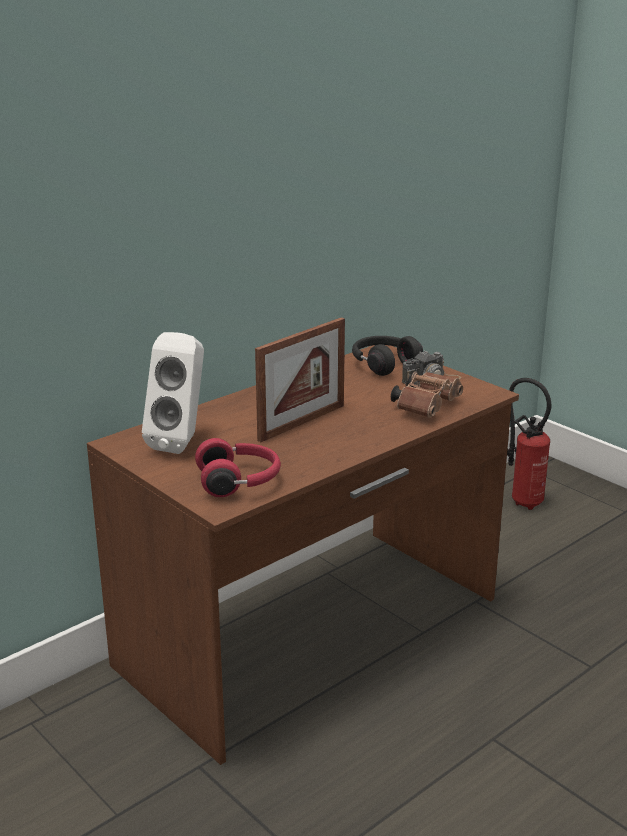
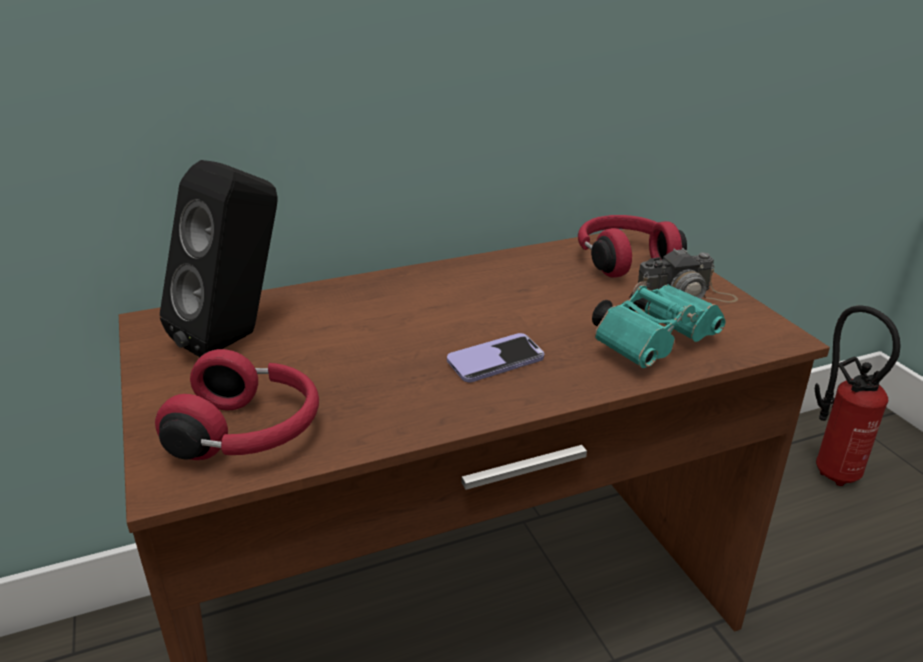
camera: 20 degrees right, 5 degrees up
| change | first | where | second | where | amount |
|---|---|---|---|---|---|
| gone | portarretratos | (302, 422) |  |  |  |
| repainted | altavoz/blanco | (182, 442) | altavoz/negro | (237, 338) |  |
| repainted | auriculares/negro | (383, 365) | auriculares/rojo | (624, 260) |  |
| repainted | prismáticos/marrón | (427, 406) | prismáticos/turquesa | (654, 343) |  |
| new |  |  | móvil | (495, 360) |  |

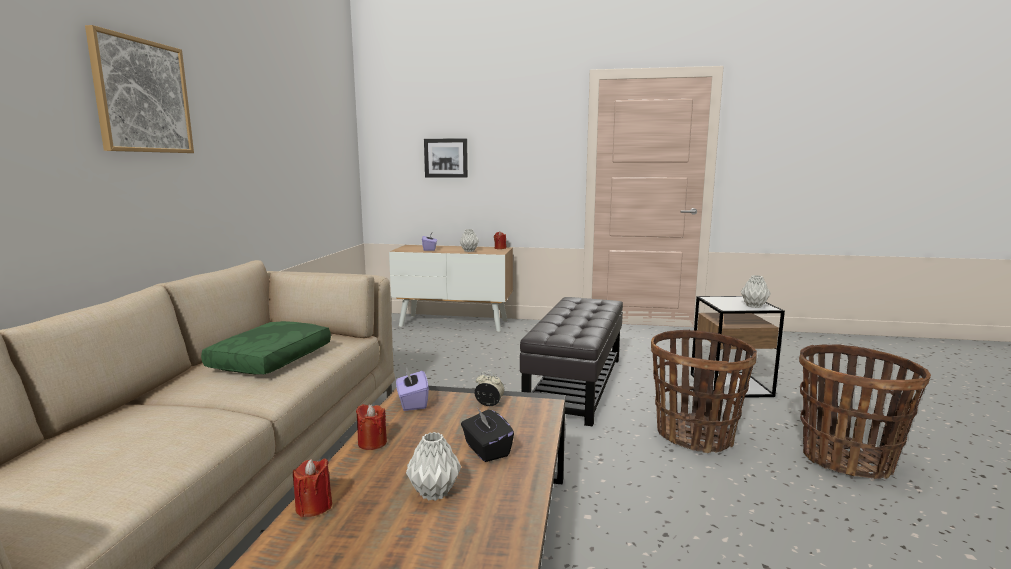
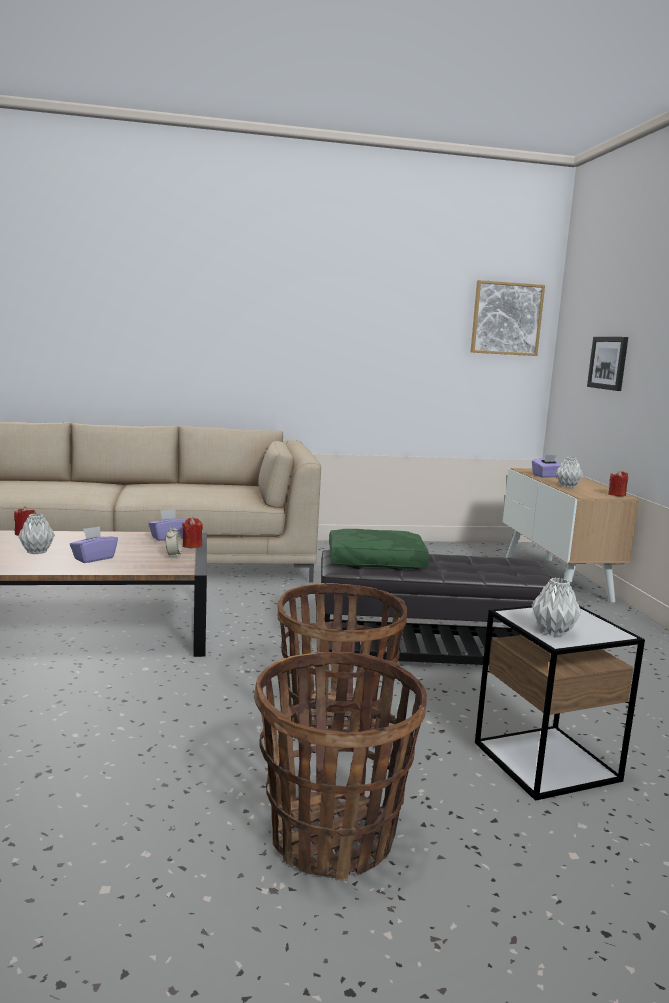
camera: 70 degrees right, 0 degrees up
| change | first | where | second | where | amount |
|---|---|---|---|---|---|
| shifted | cuadro | (142, 96) |  | (506, 318) |  |
| shifted | cojín/verde | (272, 360) |  | (375, 561) |  |
| shifted | vela/rojo | (372, 443) |  | (192, 545) |  |
| repainted | caja de pañuelos/negro | (486, 450) | caja de pañuelos/morado | (94, 558) |  |

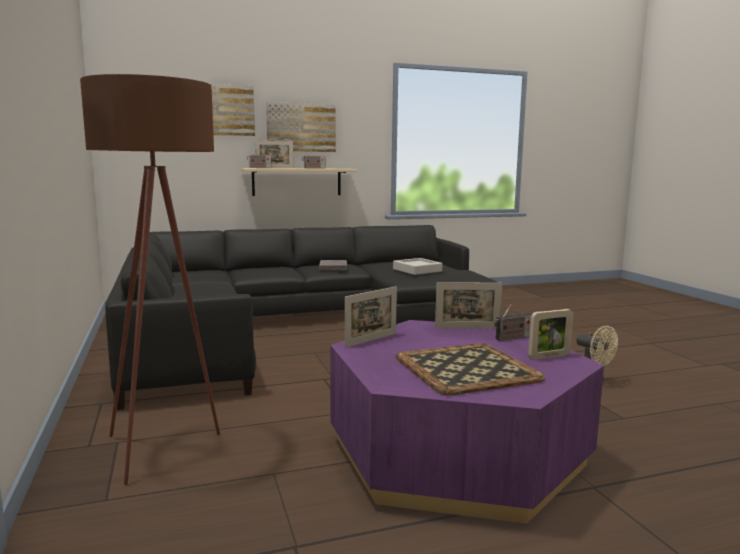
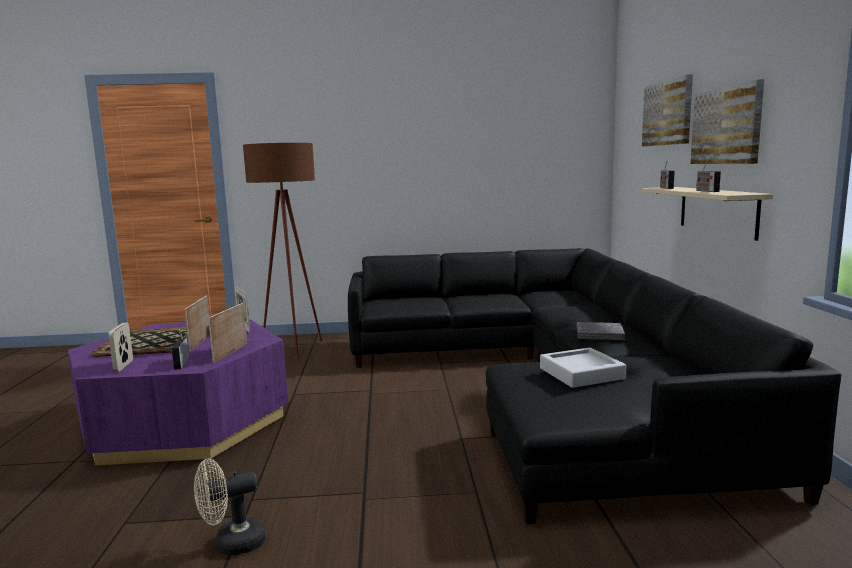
camera: 105 degrees right, 0 degrees up
| change | first | where | second | where | amount |
|---|---|---|---|---|---|
| shifted | portarretratos | (274, 168) |  | (200, 342) |  |

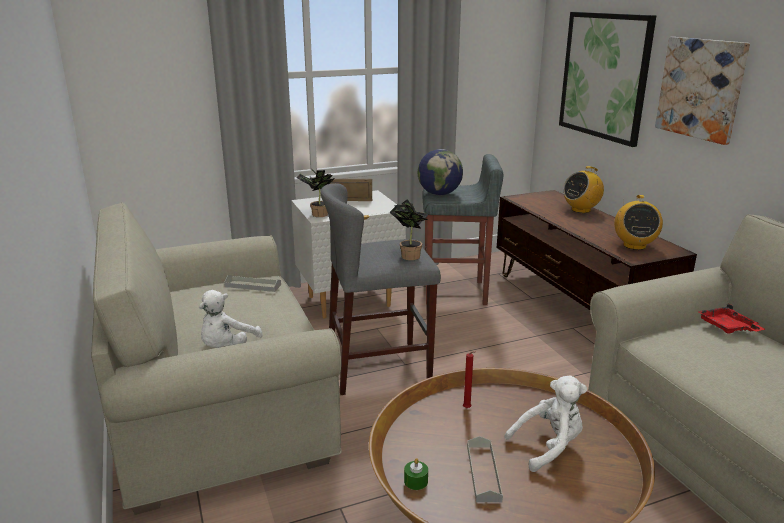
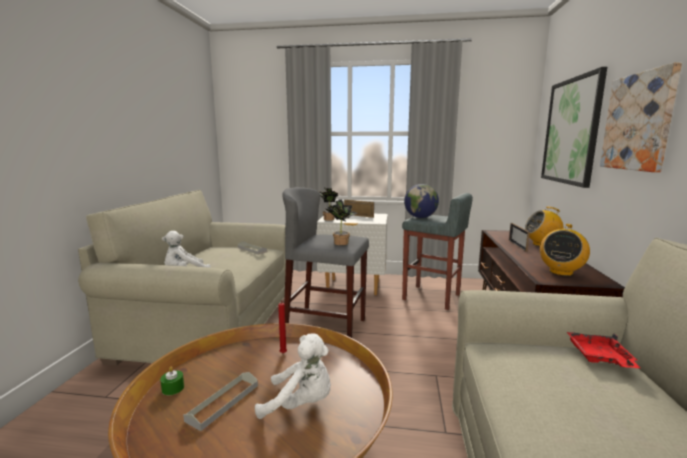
camera: 30 degrees right, 10 degrees down
| change | first | where | second | where | amount |
|---|---|---|---|---|---|
| new |  |  | portarretratos | (517, 245) |  |

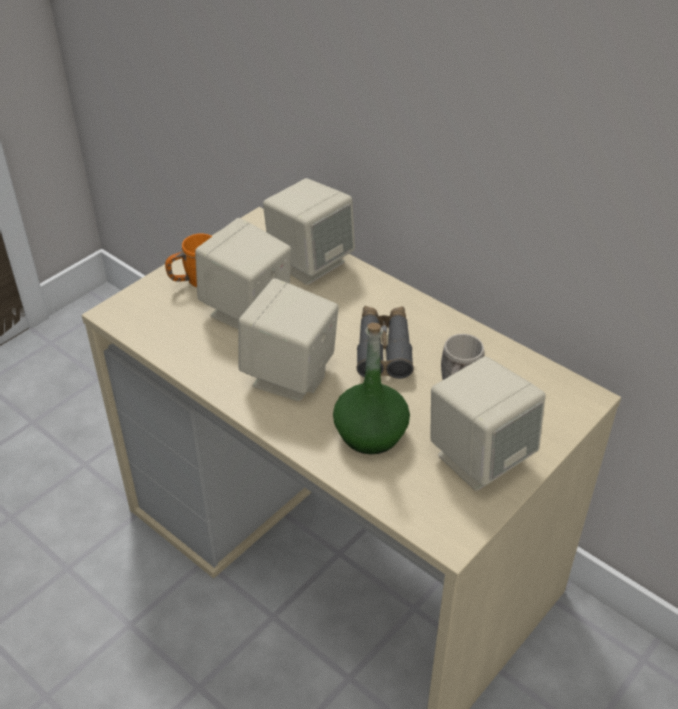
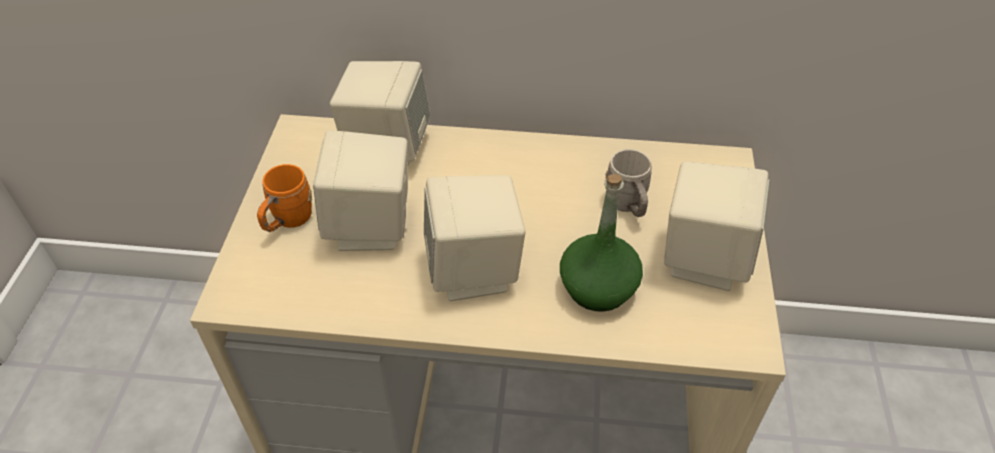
camera: 35 degrees left, 5 degrees up
| change | first | where | second | where | amount |
|---|---|---|---|---|---|
| gone | prismáticos/gris | (384, 348) |  |  |  |

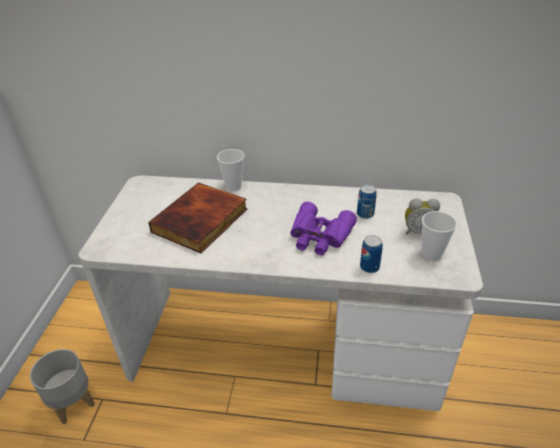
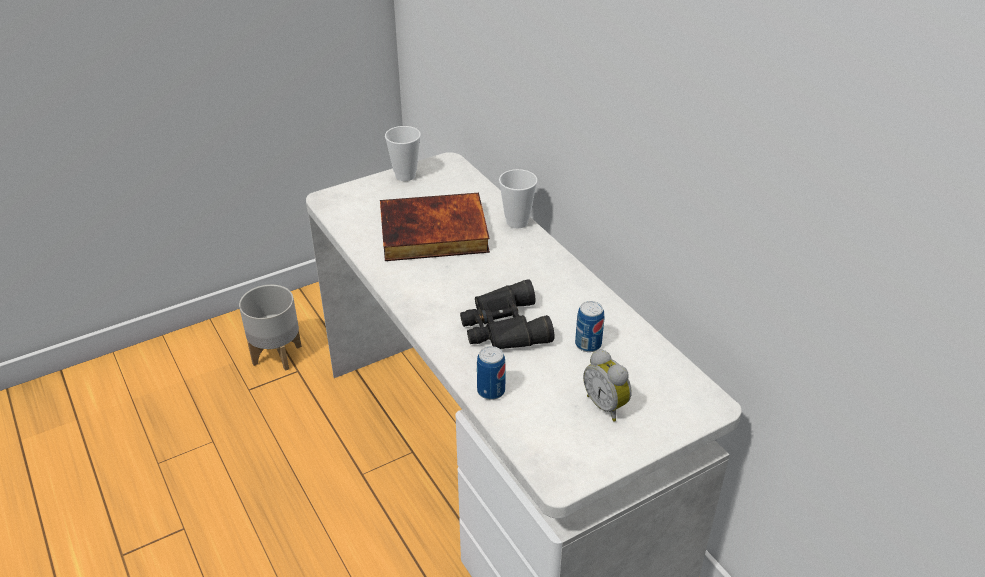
camera: 50 degrees right, 0 degrees up
| change | first | where | second | where | amount |
|---|---|---|---|---|---|
| repainted | prismáticos/morado | (319, 236) | prismáticos/negro | (503, 327) |  |
| shifted | taza | (431, 254) |  | (405, 175) |  |

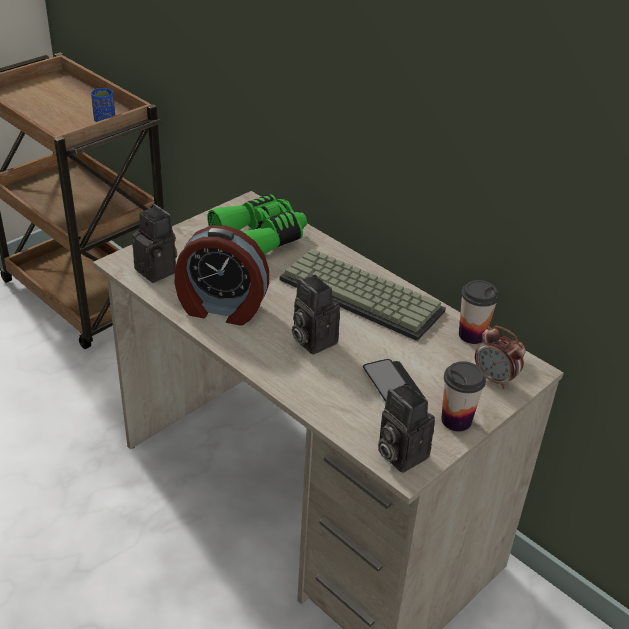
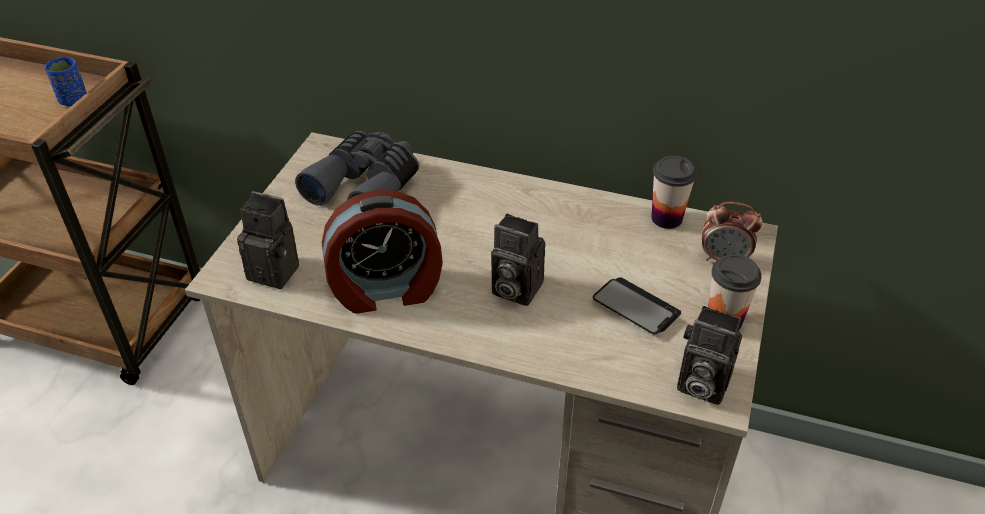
camera: 25 degrees left, 5 degrees up
| change | first | where | second | where | amount |
|---|---|---|---|---|---|
| repainted | prismáticos/verde | (261, 238) | prismáticos/gris | (366, 186) |  |
| gone | teclado | (363, 294) |  |  |  |

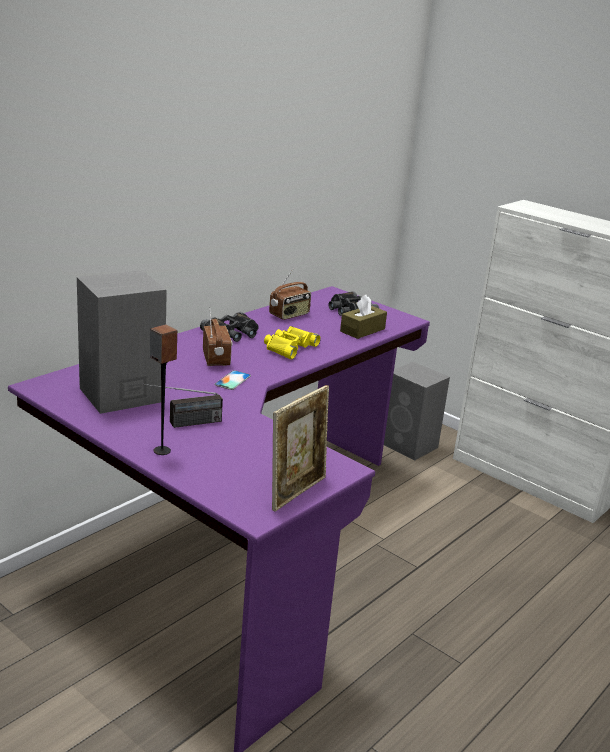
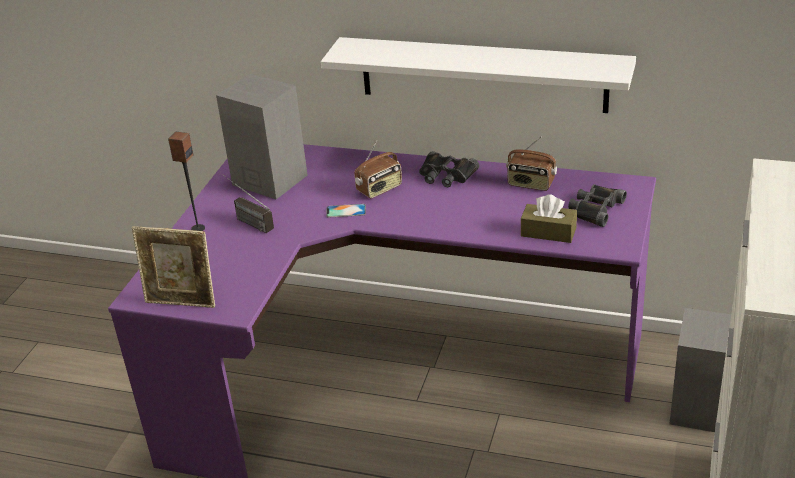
camera: 70 degrees right, 10 degrees up
| change | first | where | second | where | amount |
|---|---|---|---|---|---|
| gone | prismáticos/amarillo | (289, 347) |  |  |  |
| new |  |  | estante/blanco | (482, 74) |  |

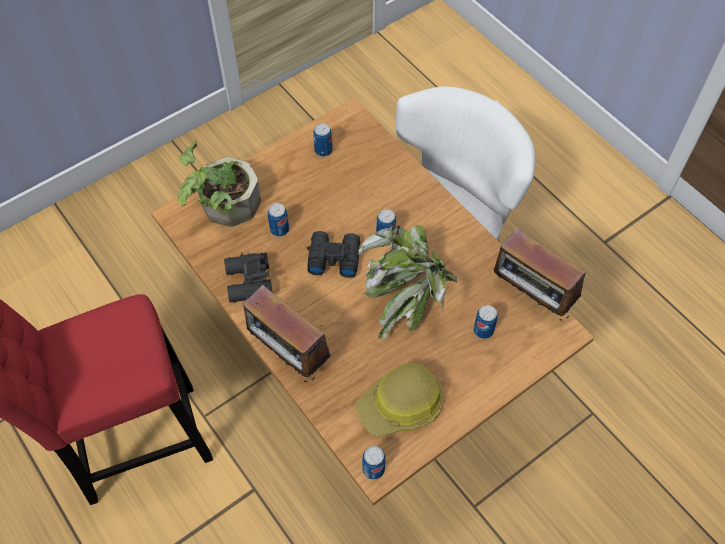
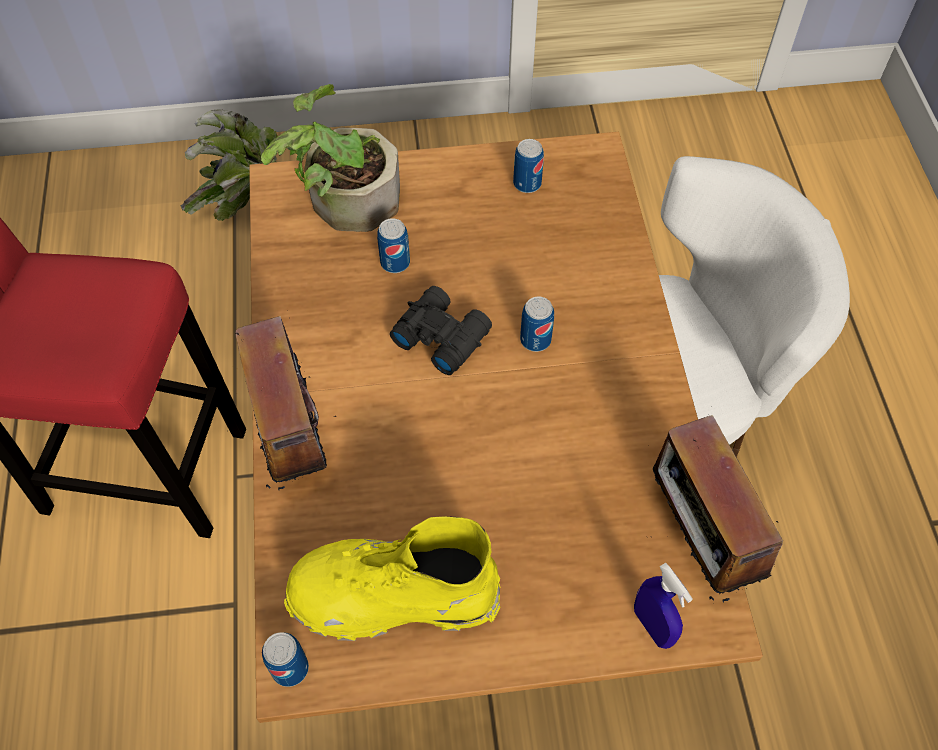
camera: 30 degrees right, 0 degrees up
| change | first | where | second | where | amount |
|---|---|---|---|---|---|
| shifted | planta en maceta | (407, 299) |  | (245, 199) |  |
| gone | prismáticos/negro | (248, 283) |  |  |  |
| gone | lata | (483, 330) |  |  |  |
| swapped | casco | (401, 405) | bota/amarillo | (393, 597) |  |
| new |  |  | pulverizador/azul | (652, 626) |  |

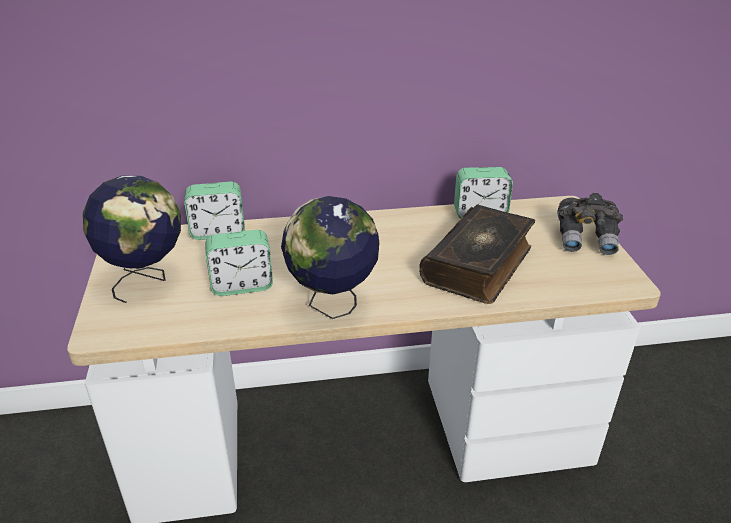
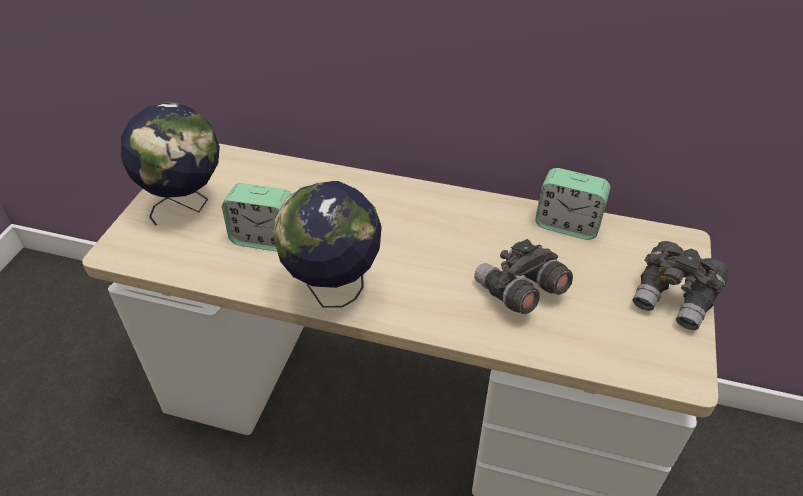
camera: 25 degrees right, 10 degrees up
| change | first | where | second | where | amount |
|---|---|---|---|---|---|
| gone | despertador | (218, 232) |  |  |  |
| swapped | libro | (479, 265) | prismáticos/gris | (519, 292) |  |

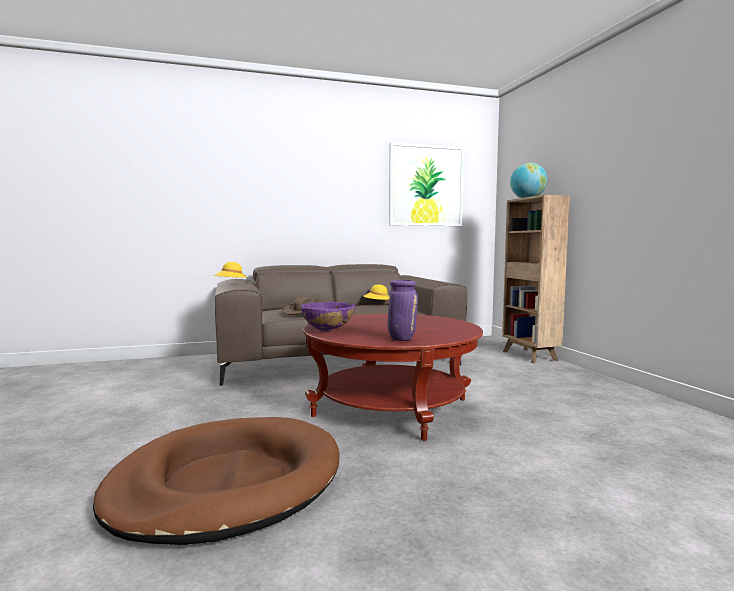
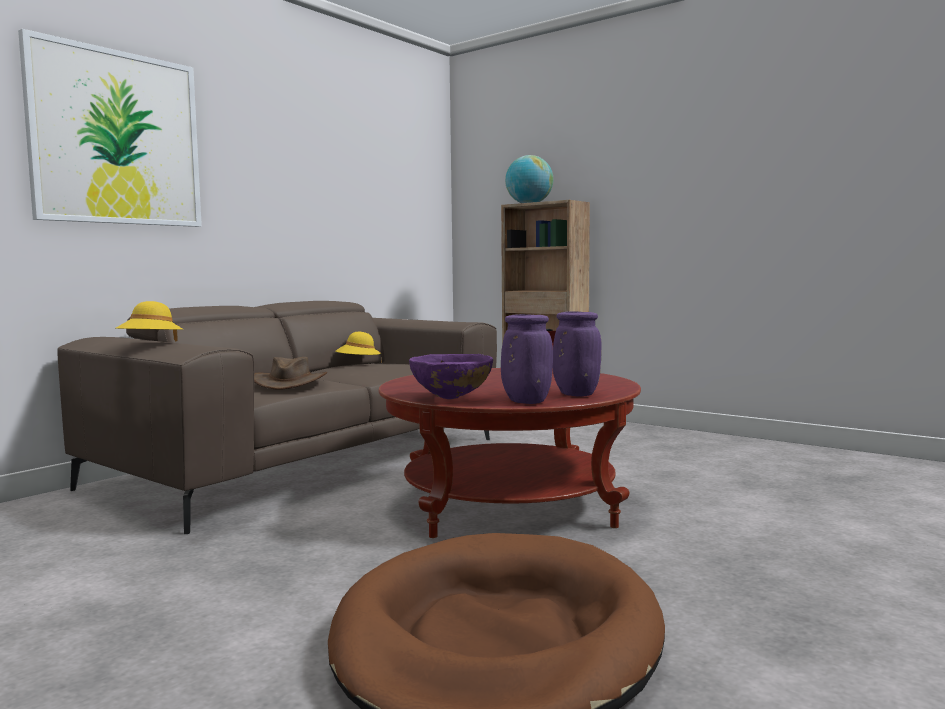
camera: 35 degrees left, 0 degrees up
| change | first | where | second | where | amount |
|---|---|---|---|---|---|
| shifted | cuadro | (426, 186) |  | (116, 138) |  |
| new |  |  | florero/morado | (525, 402) |  |

